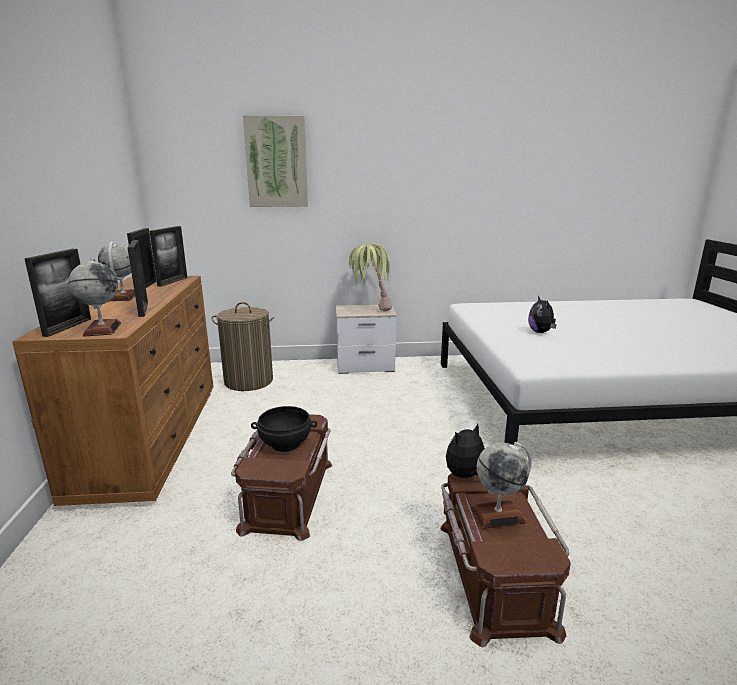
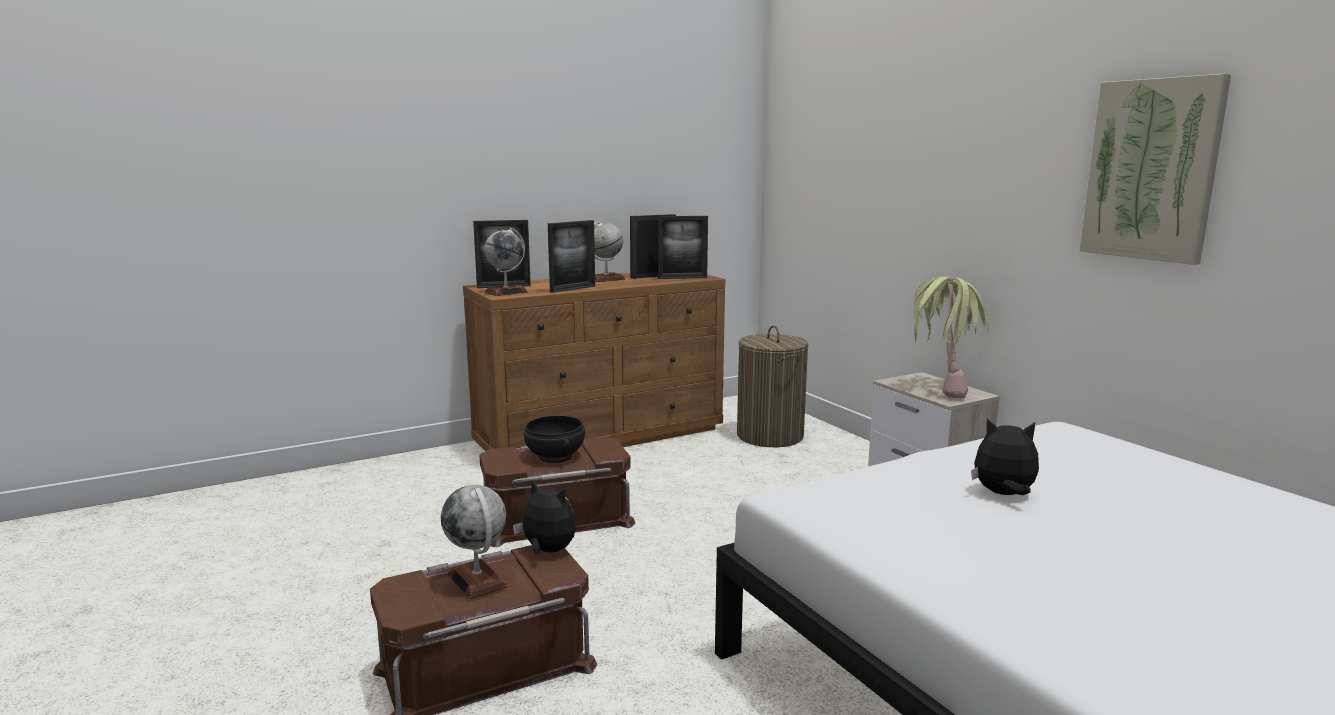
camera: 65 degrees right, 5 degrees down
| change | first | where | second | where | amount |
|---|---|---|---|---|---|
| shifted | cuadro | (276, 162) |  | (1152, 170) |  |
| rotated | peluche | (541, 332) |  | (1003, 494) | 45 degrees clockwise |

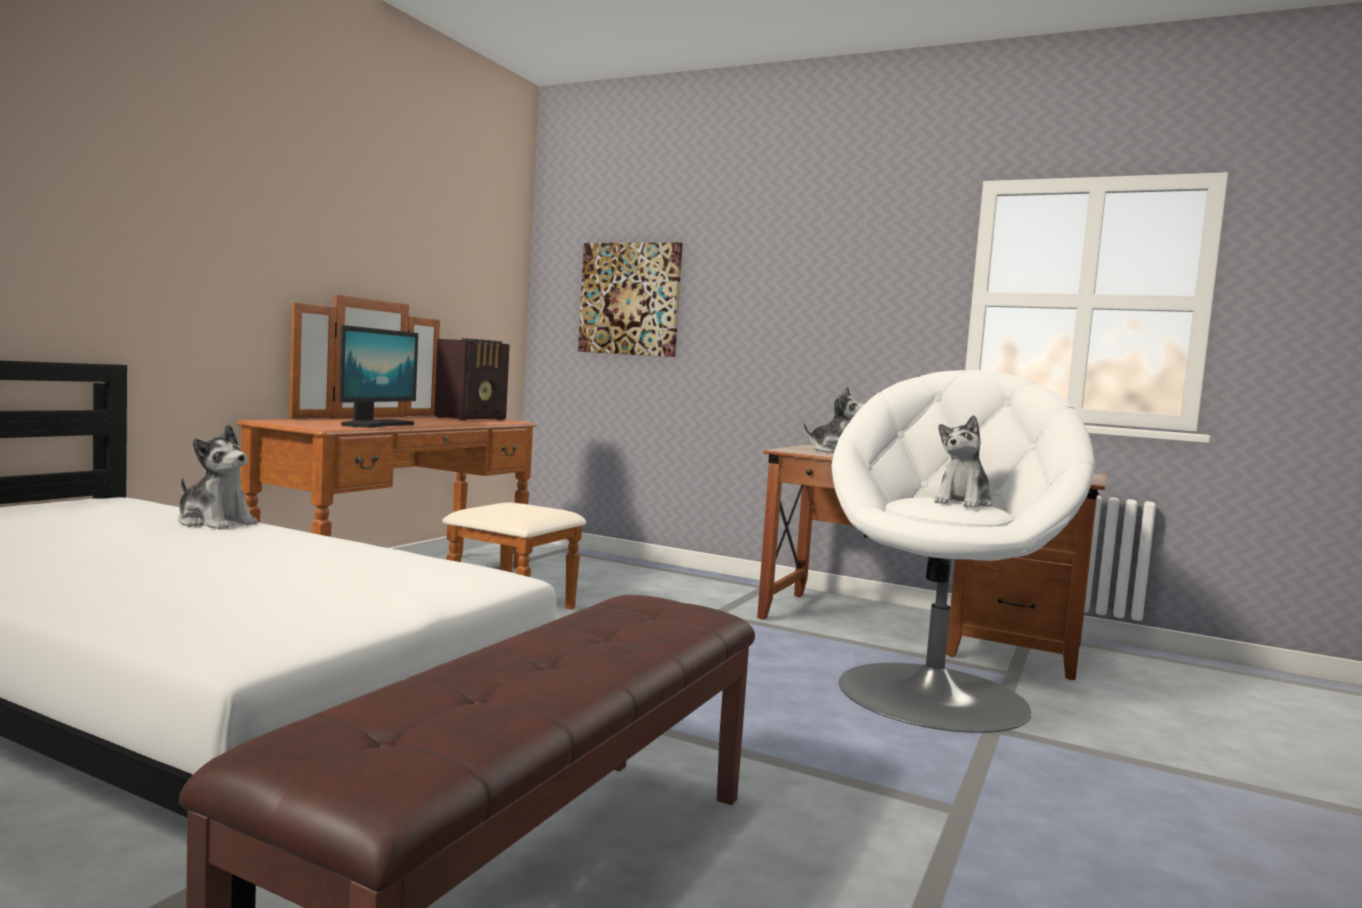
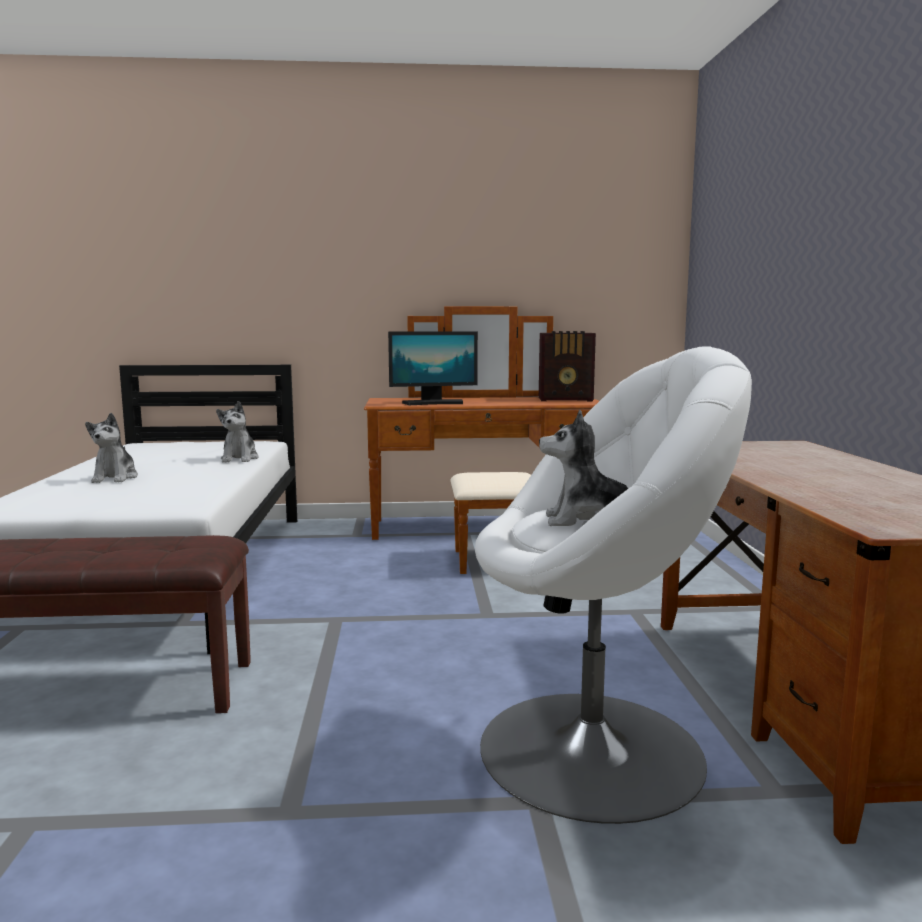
camera: 60 degrees right, 5 degrees up
| change | first | where | second | where | amount |
|---|---|---|---|---|---|
| gone | cuadro | (630, 299) |  |  |  |
| shifted | peluche | (834, 451) |  | (115, 478) |  |

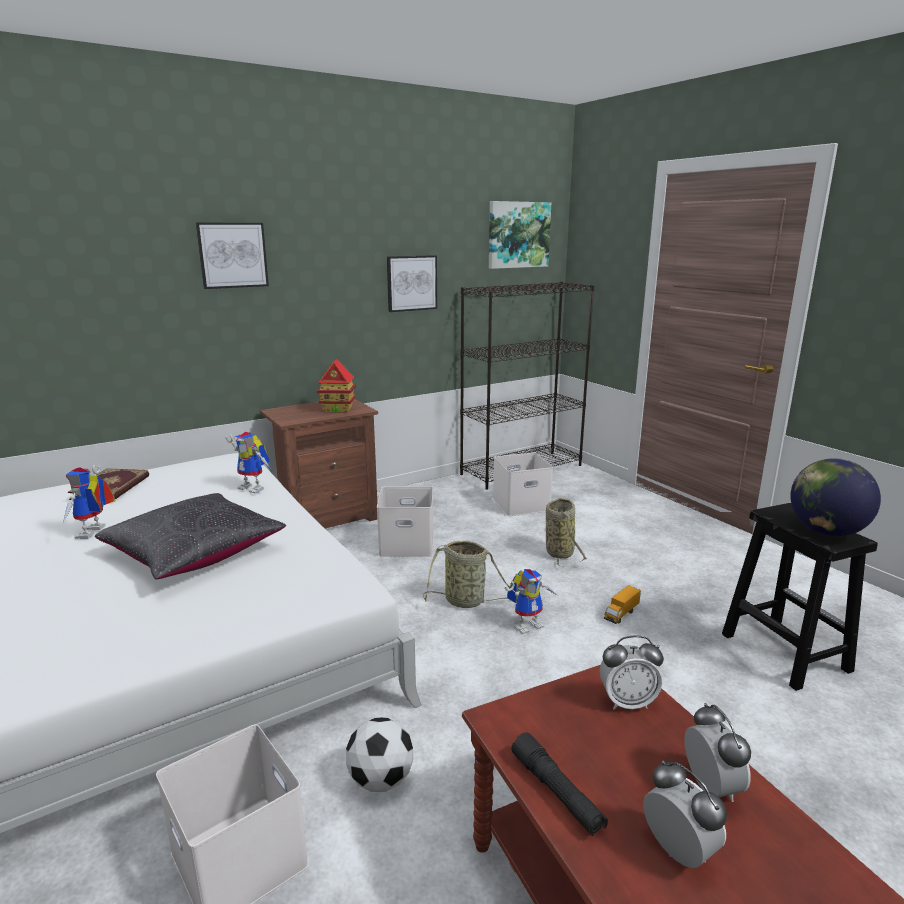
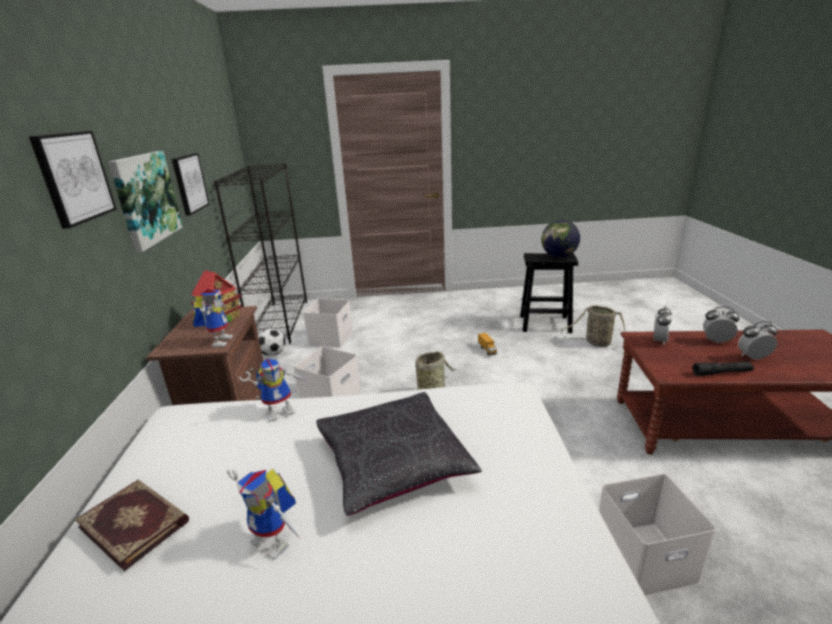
camera: 60 degrees left, 5 degrees up
| change | first | where | second | where | amount |
|---|---|---|---|---|---|
| shifted | cuadro | (518, 235) |  | (145, 198) |  |
| shifted | cesta | (559, 551) |  | (596, 343) |  |
| shifted | robot de juguete | (528, 624) |  | (219, 341) |  |
| shifted | balón de fútbol | (381, 779) |  | (273, 354) |  |

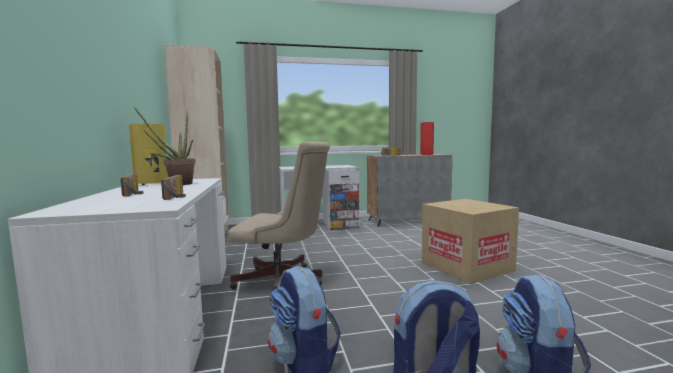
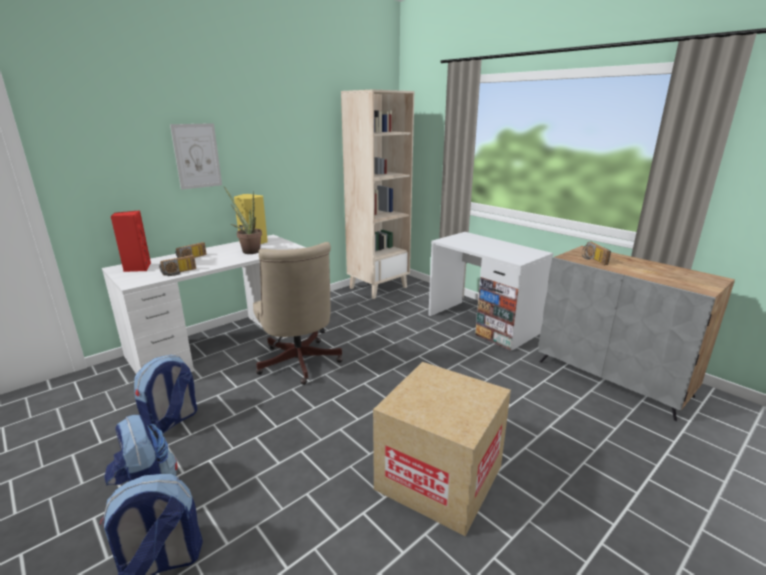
camera: 60 degrees right, 15 degrees up
| change | first | where | second | where | amount |
|---|---|---|---|---|---|
| shifted | altavoz/rojo | (426, 154) |  | (137, 268) |  |
| new |  |  | cuadro | (197, 156) |  |

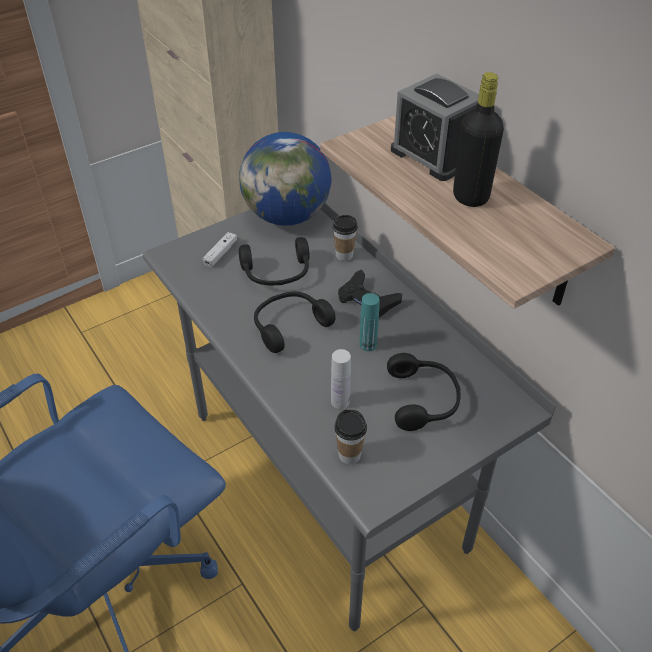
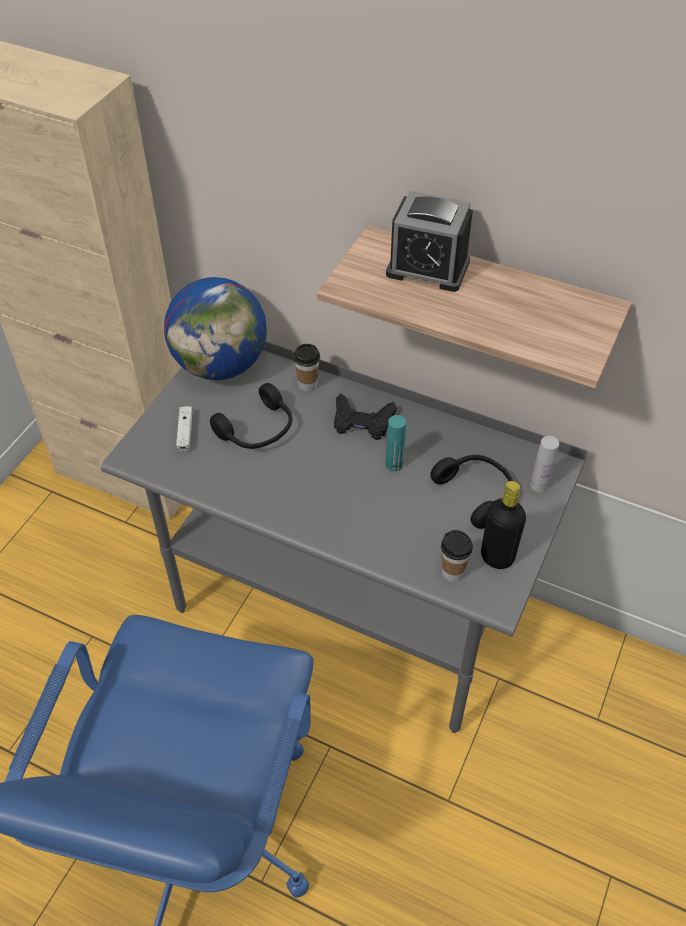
camera: 30 degrees left, 5 degrees up
| change | first | where | second | where | amount |
|---|---|---|---|---|---|
| shifted | botella/negro | (470, 197) |  | (497, 557) |  |
| gone | auriculares/negro | (289, 325) |  |  |  |
| shifted | botella/blanco | (340, 401) |  | (539, 485) |  |

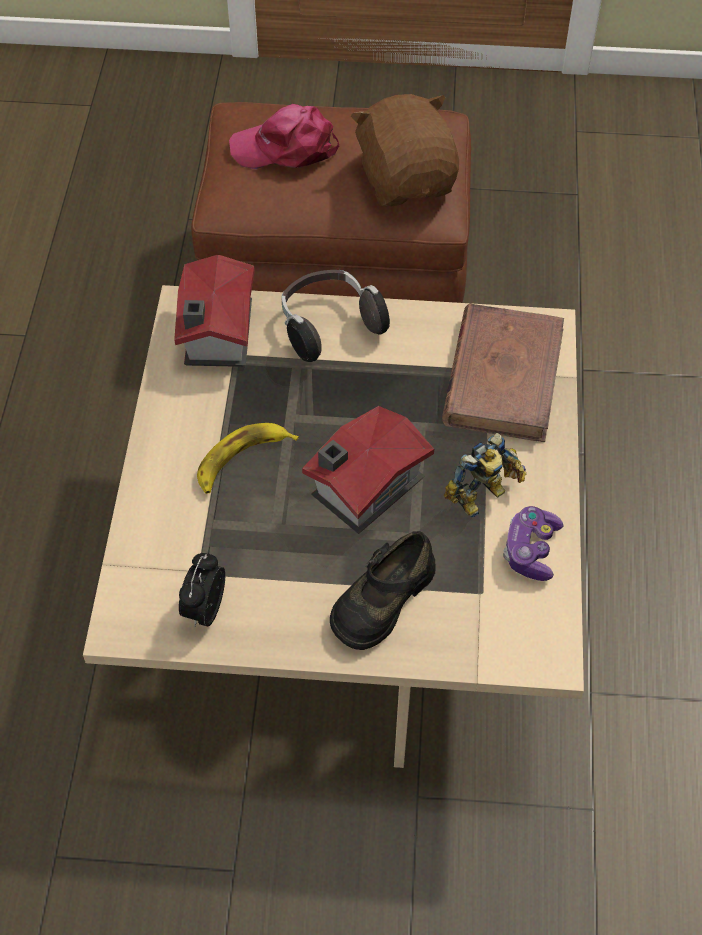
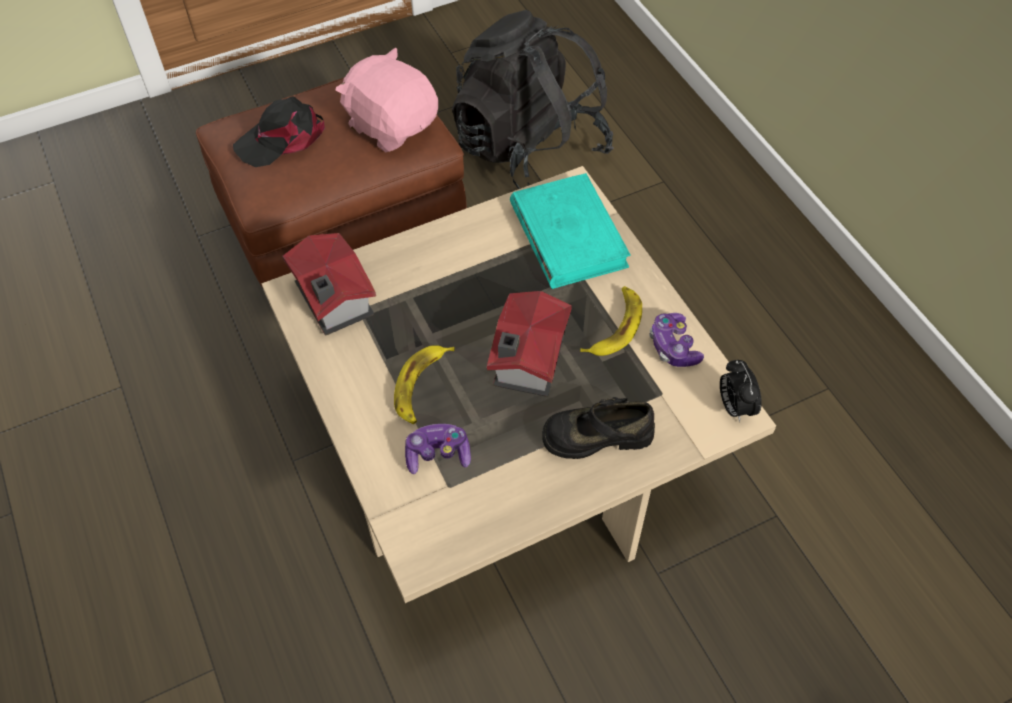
camera: 30 degrees left, 0 degrees up
| change | first | where | second | where | amount |
|---|---|---|---|---|---|
| repainted | peluche/marrón | (407, 180) | peluche/rosa | (392, 125) |  |
| repainted | gorra/rosa | (286, 148) | gorra/negro | (282, 139) |  |
| gone | auriculares | (329, 326) |  |  |  |
| repainted | libro/marrón | (503, 377) | libro/turquesa | (568, 235) |  |
| swapped | robot de juguete | (483, 497) | plátano | (615, 326) |  |
| rotated | zapato/negro | (382, 599) |  | (597, 434) | 75 degrees clockwise |
| shifted | despertador | (204, 608) |  | (734, 406) |  |
| new |  |  | mochila/negro | (530, 153) |  |
| new |  |  | mando de consola | (438, 454) |  |

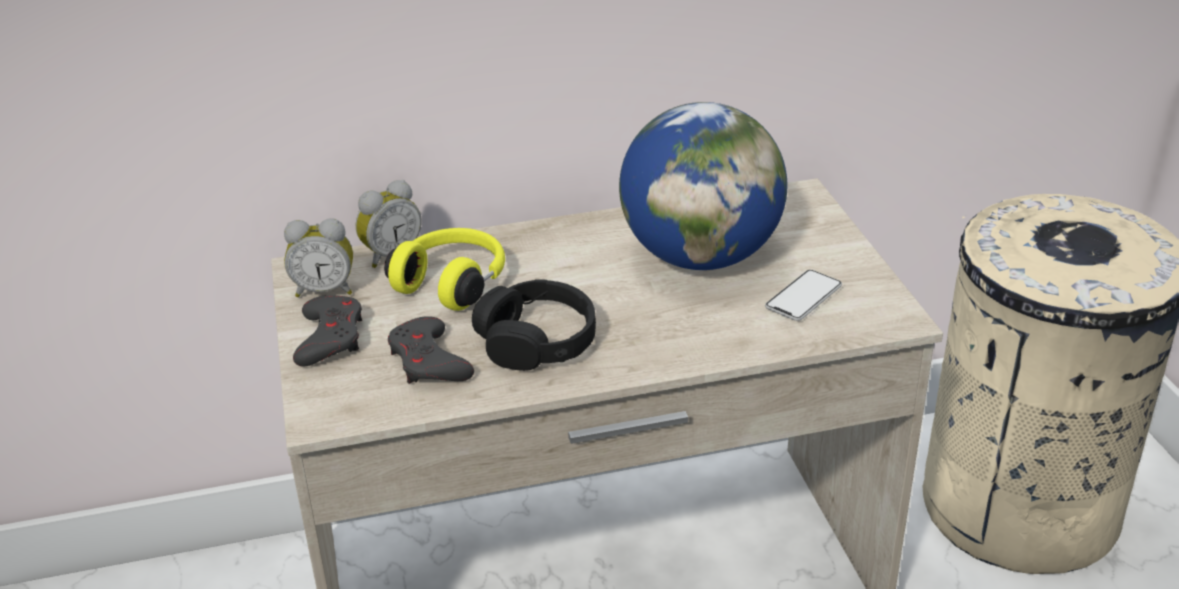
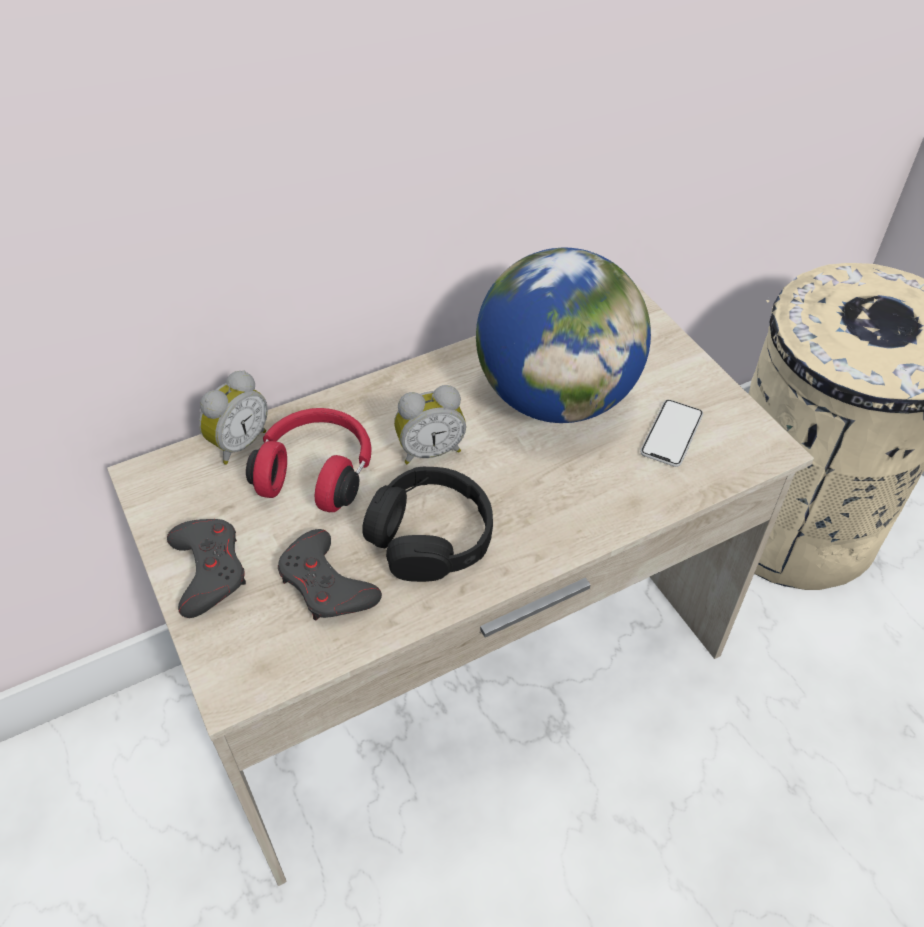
camera: 15 degrees left, 15 degrees up
| change | first | where | second | where | amount |
|---|---|---|---|---|---|
| shifted | despertador | (325, 290) |  | (430, 450) |  |
| repainted | auriculares/amarillo | (453, 283) | auriculares/rojo | (317, 471) |  |

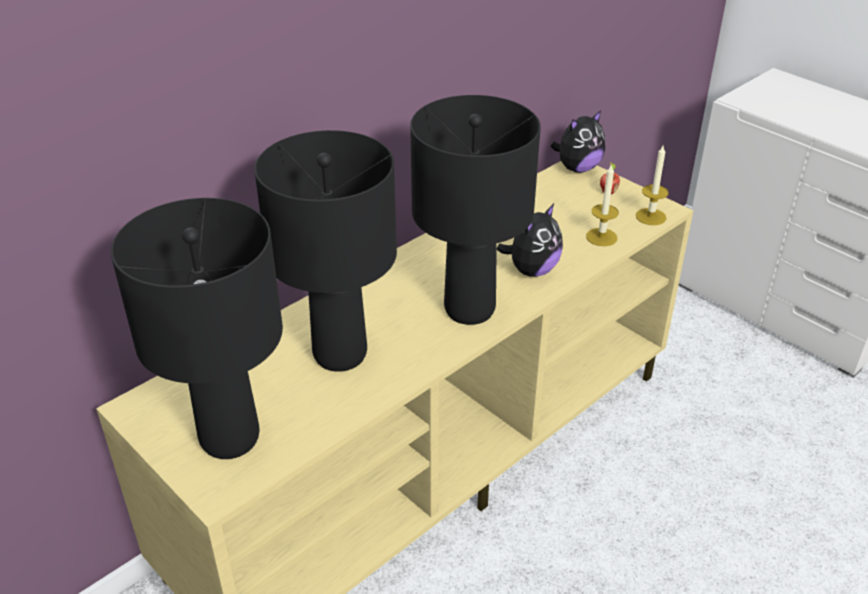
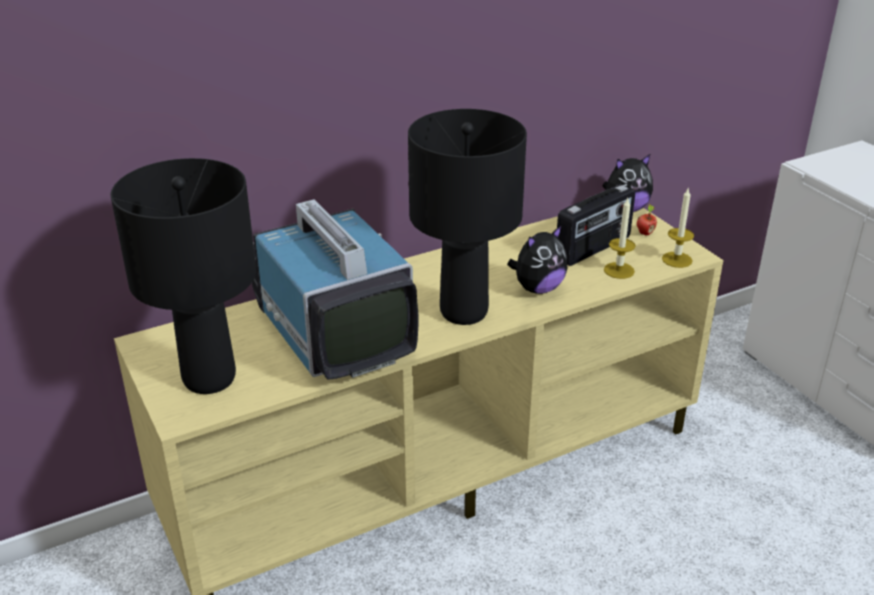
camera: 15 degrees right, 5 degrees down
| change | first | where | second | where | amount |
|---|---|---|---|---|---|
| swapped | lámpara de mesa/negro | (340, 354) | televisor | (332, 329) |  |
| new |  |  | radio | (593, 248) |  |

